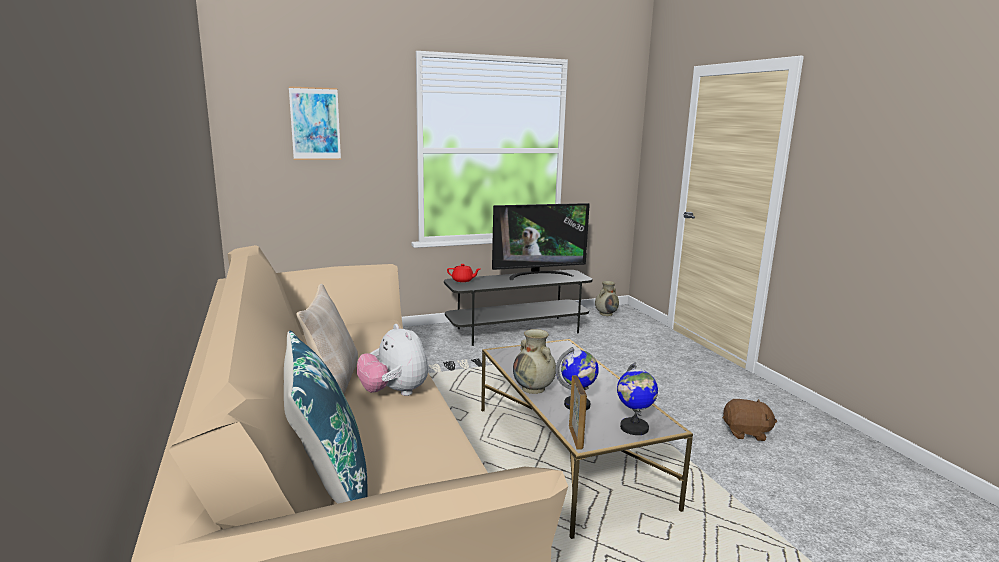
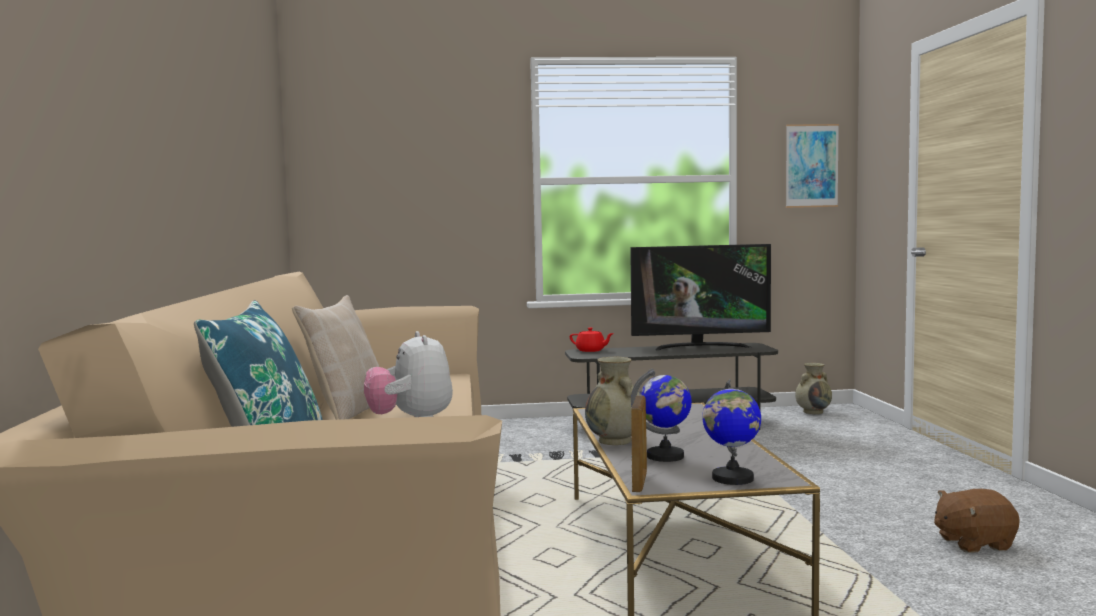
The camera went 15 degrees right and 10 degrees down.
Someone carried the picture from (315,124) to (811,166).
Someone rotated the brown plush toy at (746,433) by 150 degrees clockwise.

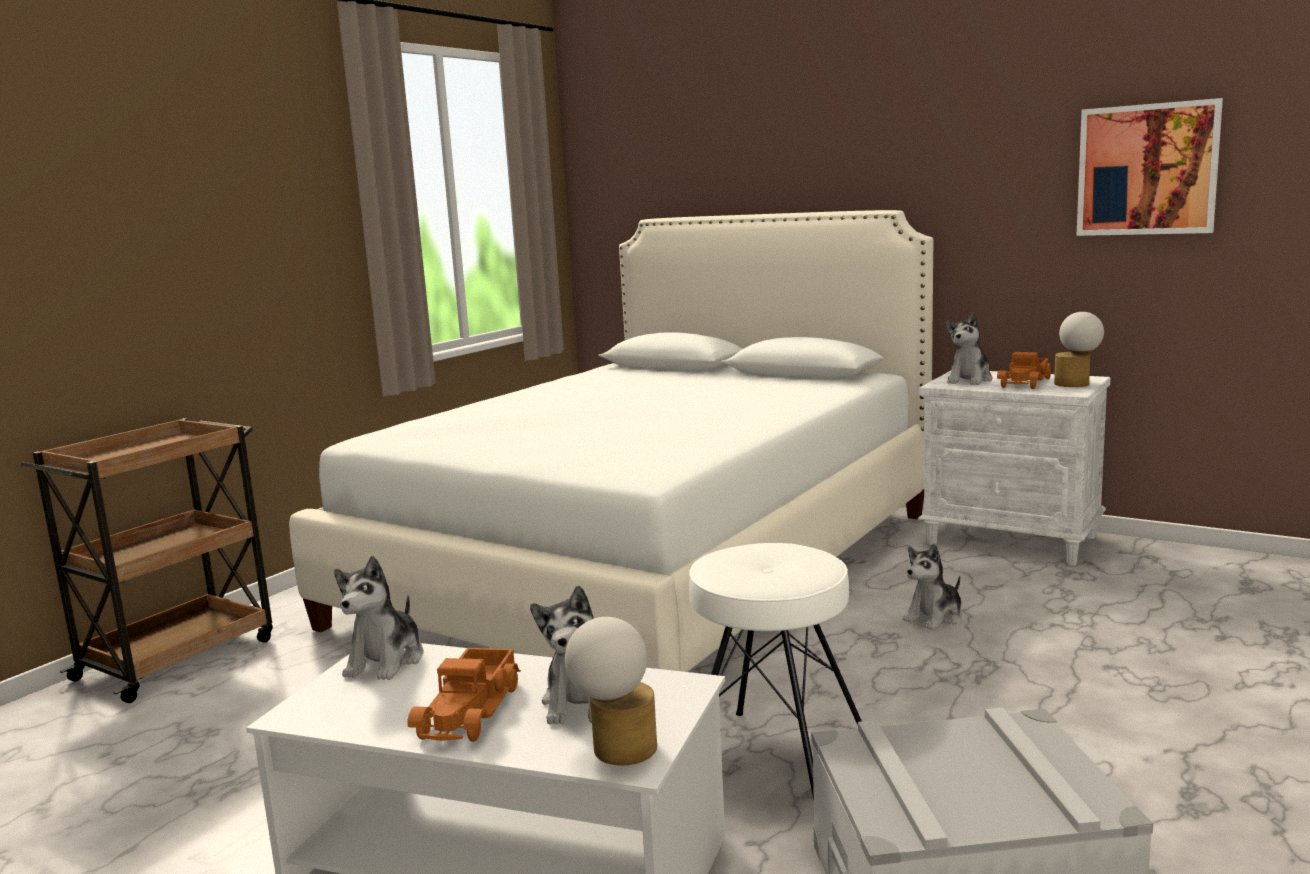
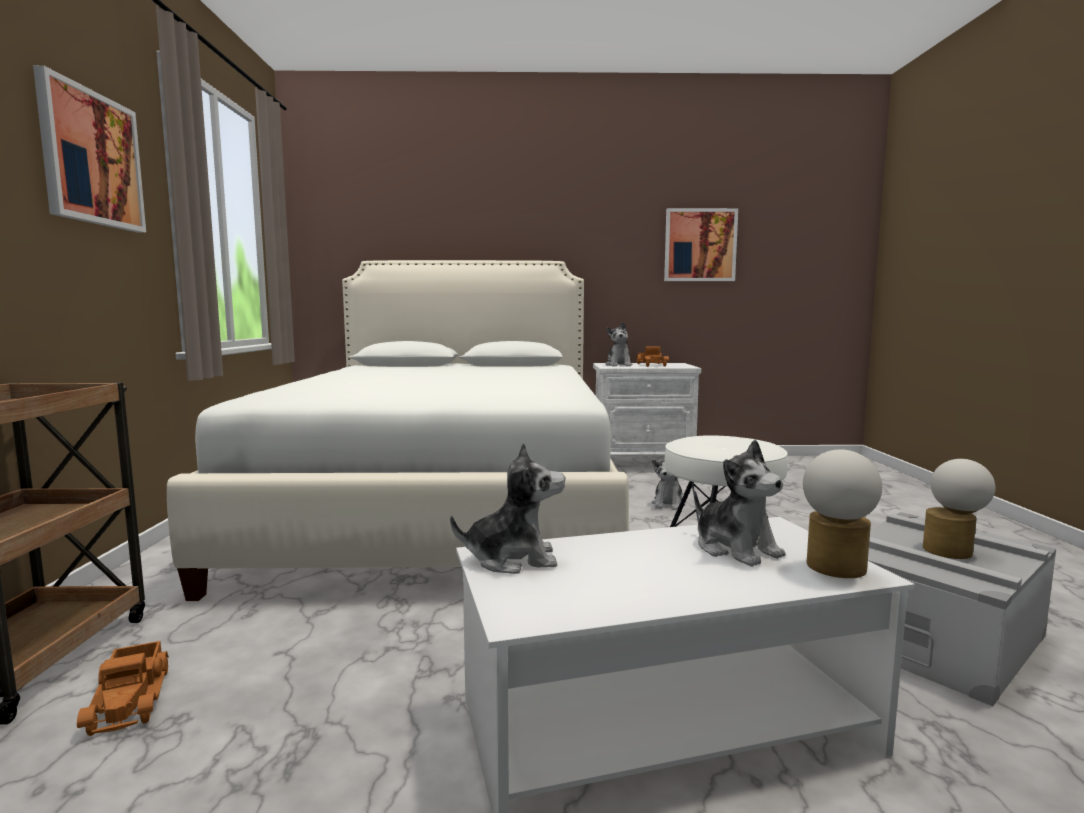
The camera went 35 degrees left and 5 degrees down.
Someone rotated the plush toy at (386,661) by 75 degrees counterclockwise.
Someone carried the toy truck from (472,710) to (131,699).
Someone carried the table lamp from (1077,384) to (953,551).
Someone put up the picture at (91,158).

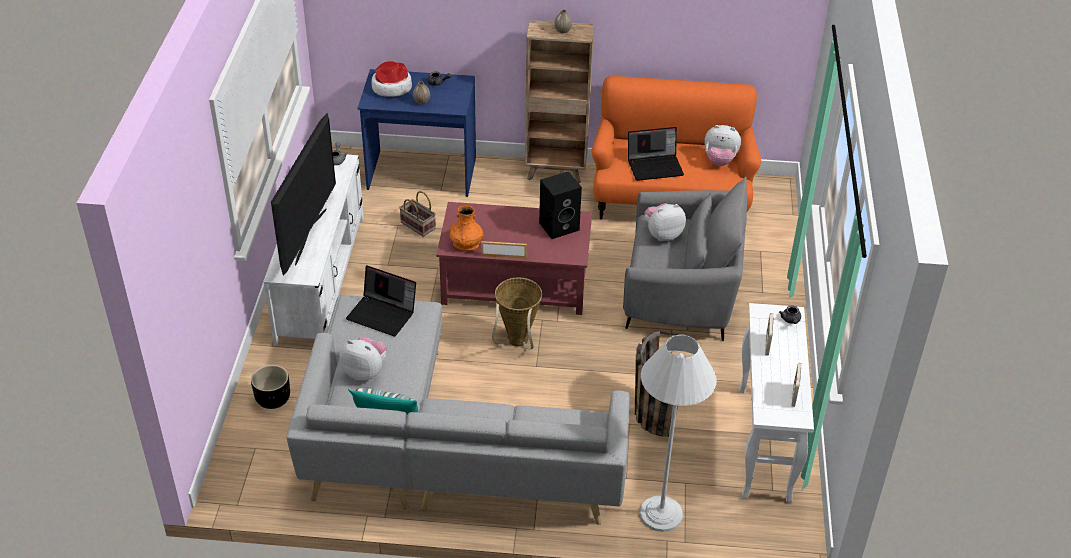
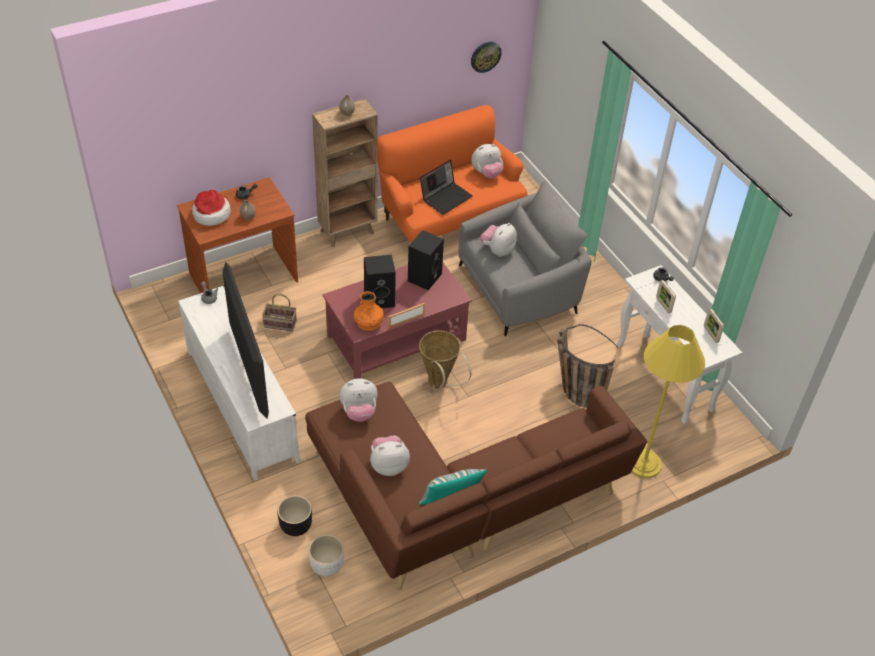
The camera went 35 degrees left and 5 degrees up.
Someone repainted the grey sofa at (435,452), which became the brown sofa at (456,501).
Someone swapped the laptop at (383,314) for the plush toy at (359,412).
Someone repainted the blue desk at (421,174), which became the brown desk at (243,278).
Someone repainted the white floor lamp at (661,514), which became the yellow floor lamp at (644,464).
Someone put down the white planter at (326,565).
Someone put down the black speaker at (380,299).
Someone put up the wall clock at (485,56).

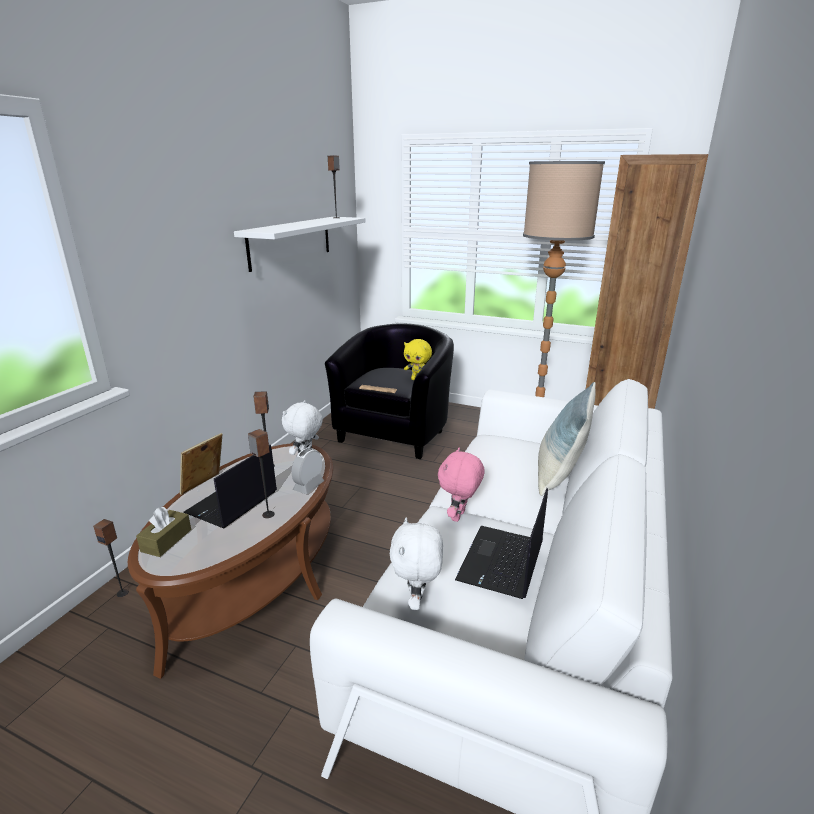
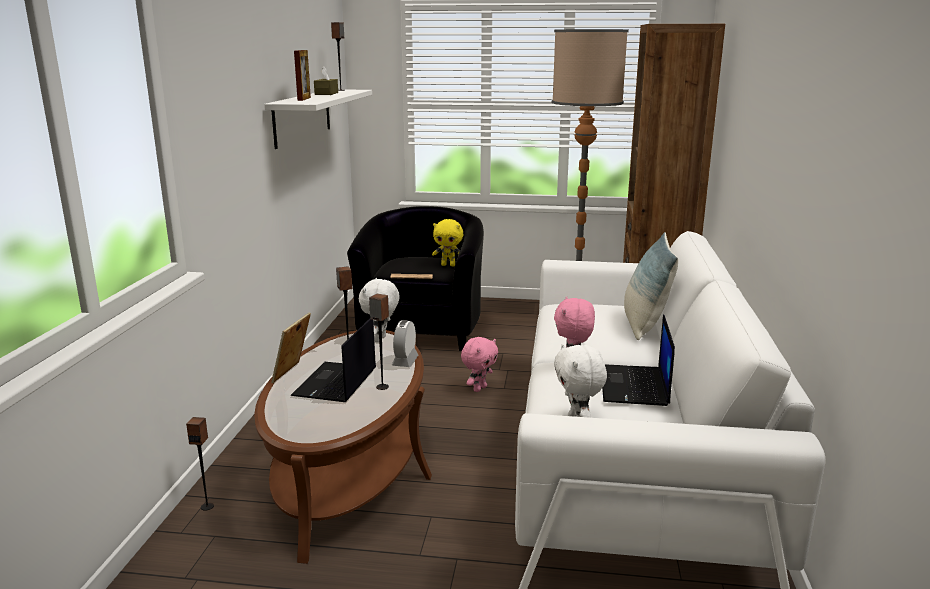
The camera went 15 degrees left and 5 degrees down.
Someone carried the brown tissue box from (166,540) to (326,93).
Someone put down the picture frame at (304,99).
Someone put down the pink plush toy at (479,388).

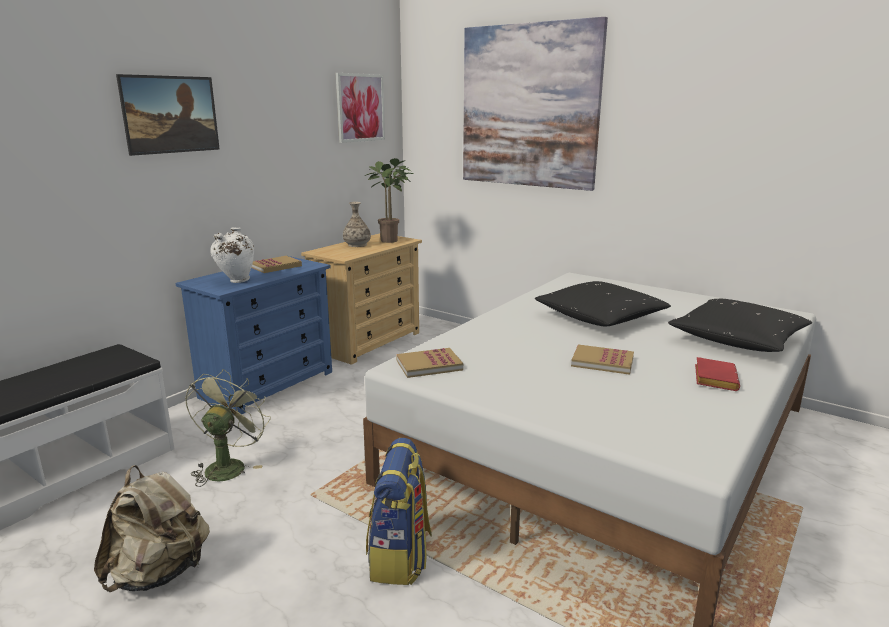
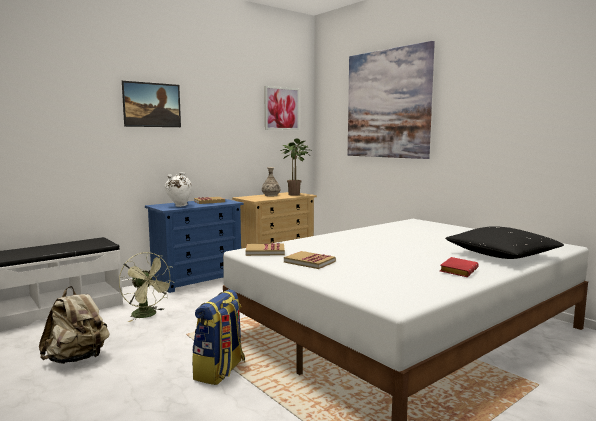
The camera went 15 degrees right and 10 degrees down.
Someone rotated the green fan at (228,465) by 105 degrees clockwise.
Someone took away the black pillow at (600,318).
Someone carried the book from (602,362) to (309,262).

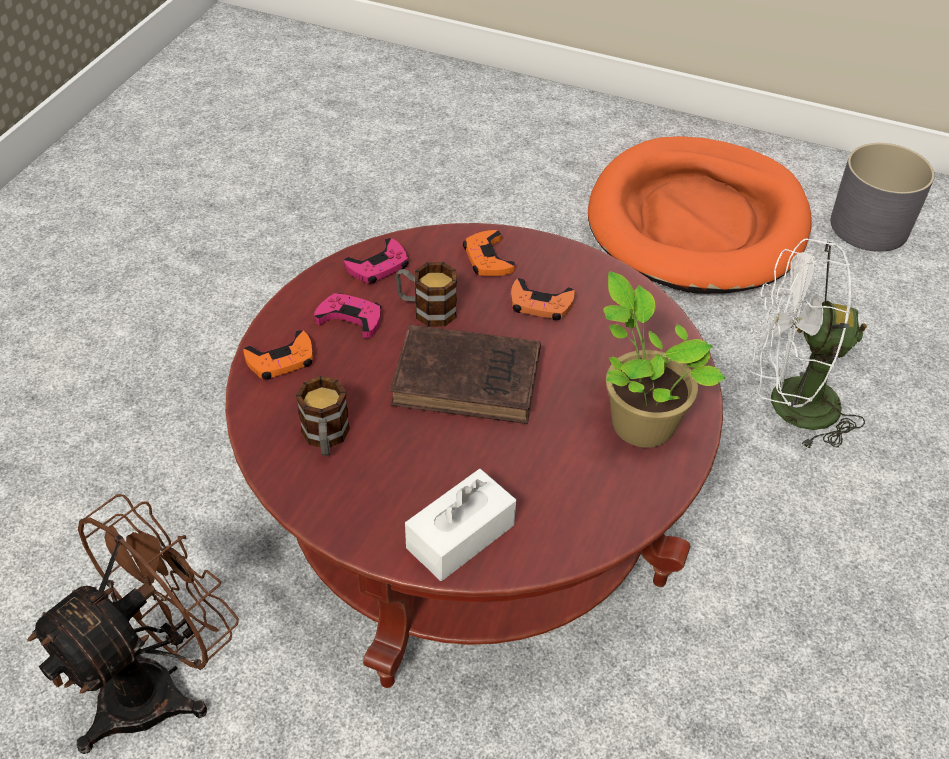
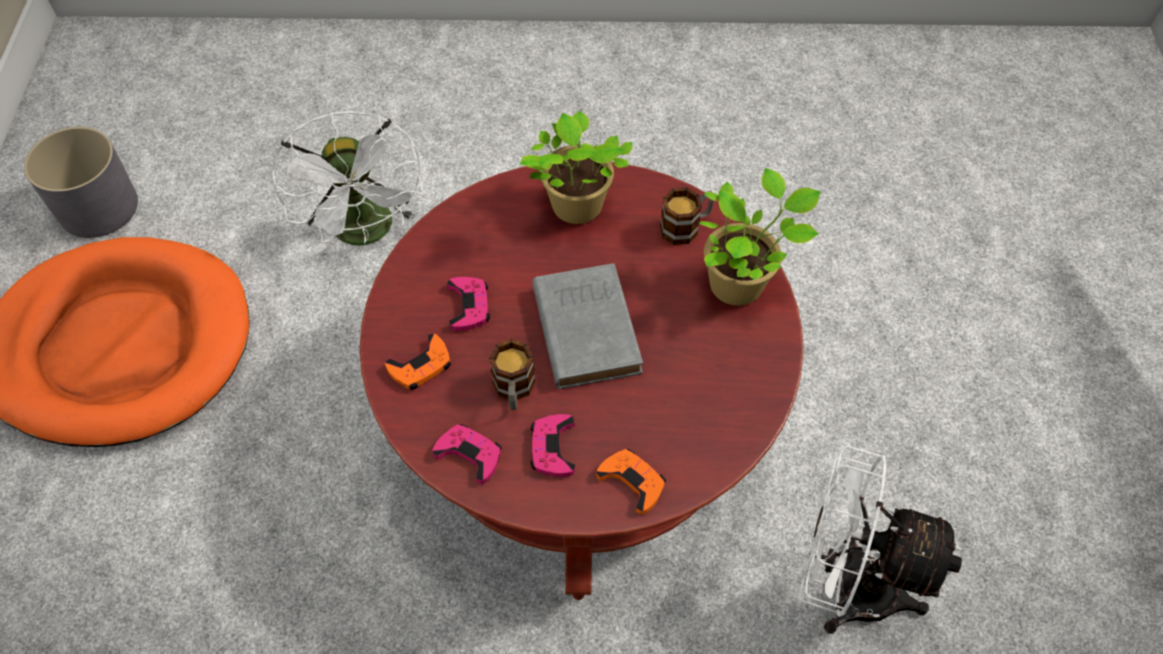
The camera went 110 degrees left and 10 degrees up.
Someone repainted the brown fan at (158,684), which became the white fan at (846,586).
Someone carried the mug from (325,438) to (686,226).
Someone repainted the brown book at (471,380), which became the grey book at (585,327).
Someone swapped the white tissue box at (460,536) for the potted plant at (740,283).
Someone repainted the orange game controller at (540,304), which became the pink game controller at (469,306).

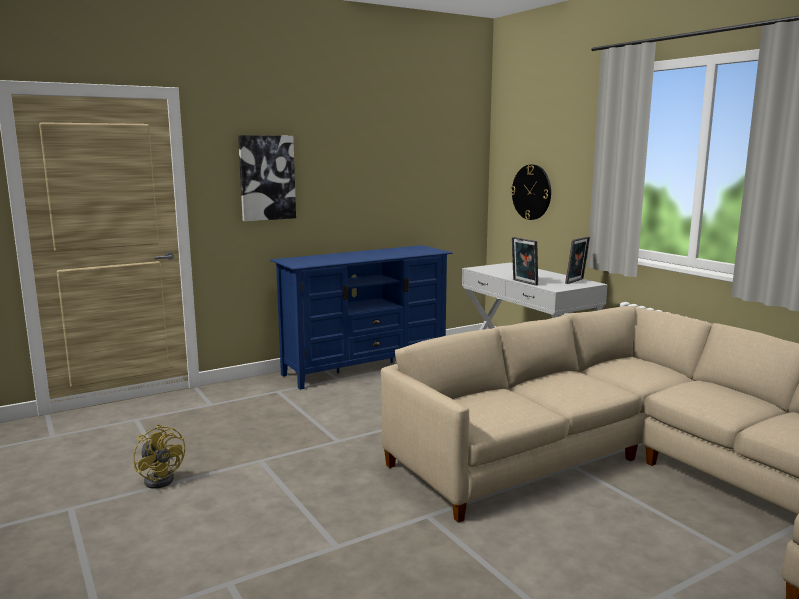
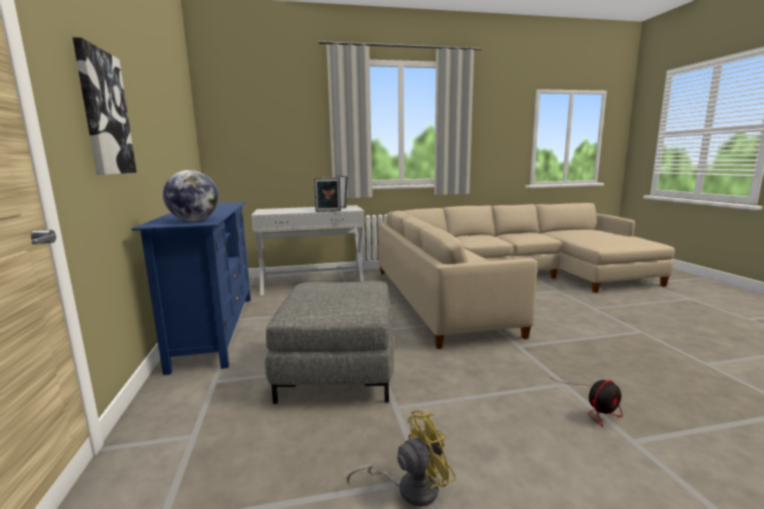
The camera went 70 degrees left and 0 degrees up.
Someone took away the wall clock at (531,192).
Someone put down the globe at (194,220).
Someone put down the grey ottoman at (339,368).
Someone put down the fan at (597,407).

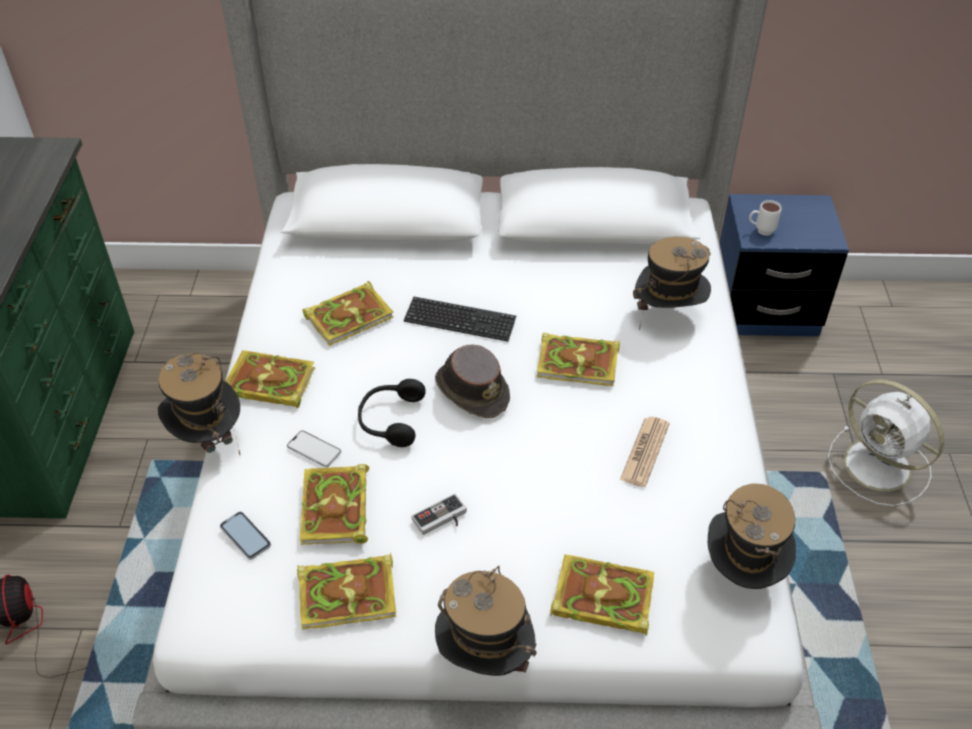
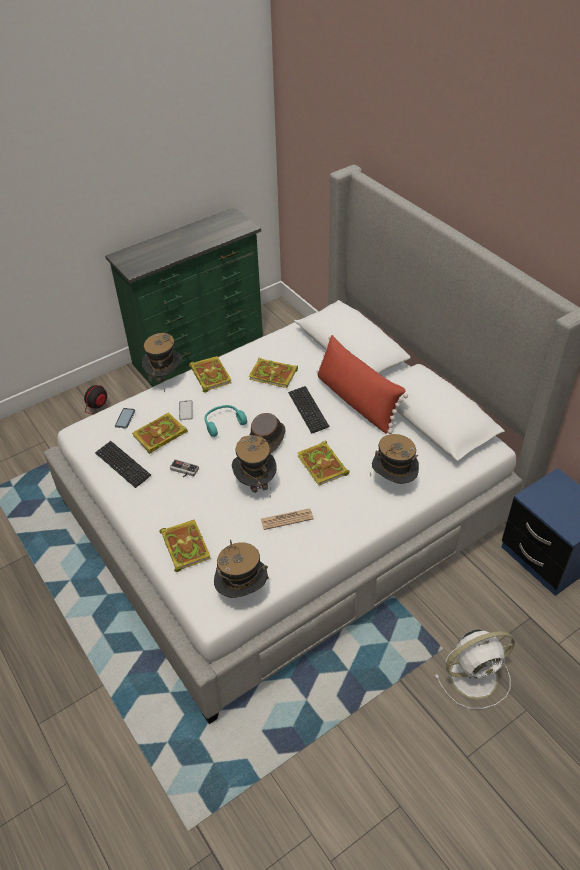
The camera went 55 degrees right and 0 degrees up.
Someone swapped the book at (350,593) for the keyboard at (123,465).
Someone repainted the black headphones at (390,419), which became the turquoise headphones at (223,423).
Someone carried the hat from (485,659) to (255,484).
Someone took away the white mug at (760,231).
Someone rotated the white fan at (880,467) by 120 degrees counterclockwise.
Someone put down the red pillow at (356,401).

